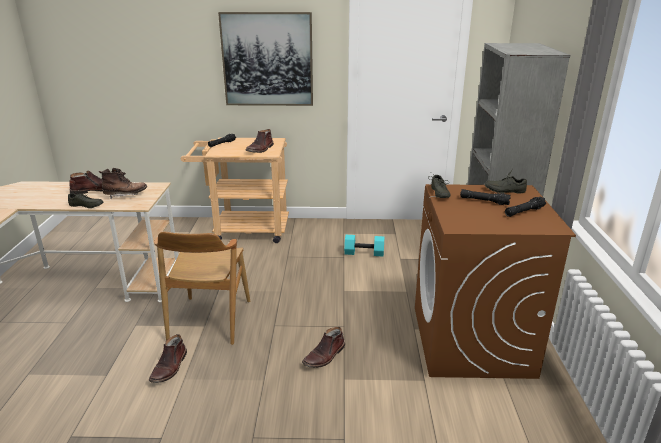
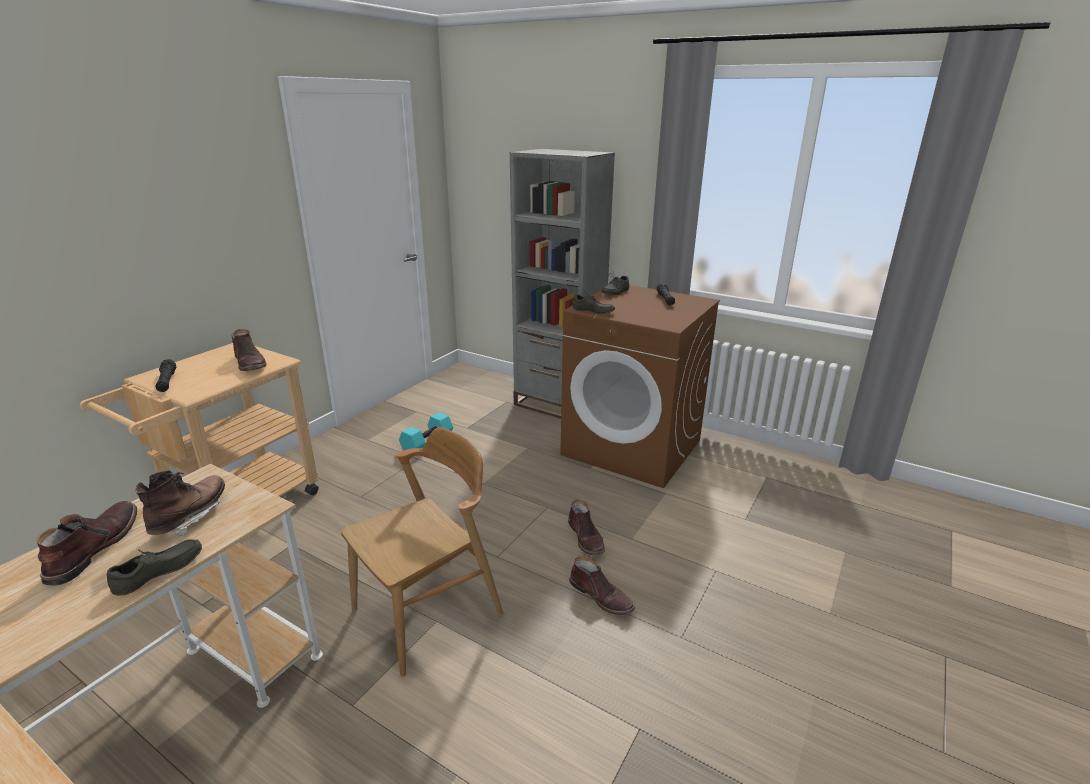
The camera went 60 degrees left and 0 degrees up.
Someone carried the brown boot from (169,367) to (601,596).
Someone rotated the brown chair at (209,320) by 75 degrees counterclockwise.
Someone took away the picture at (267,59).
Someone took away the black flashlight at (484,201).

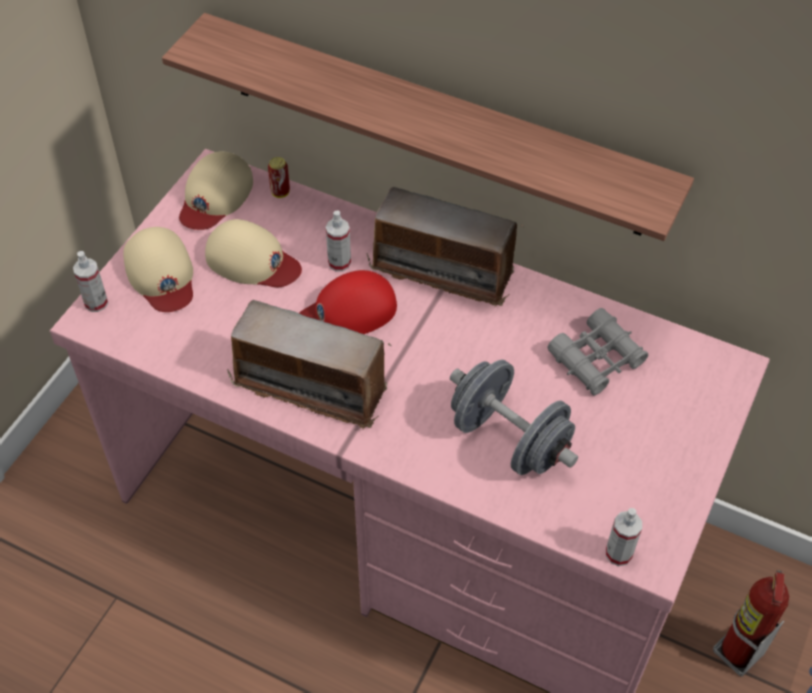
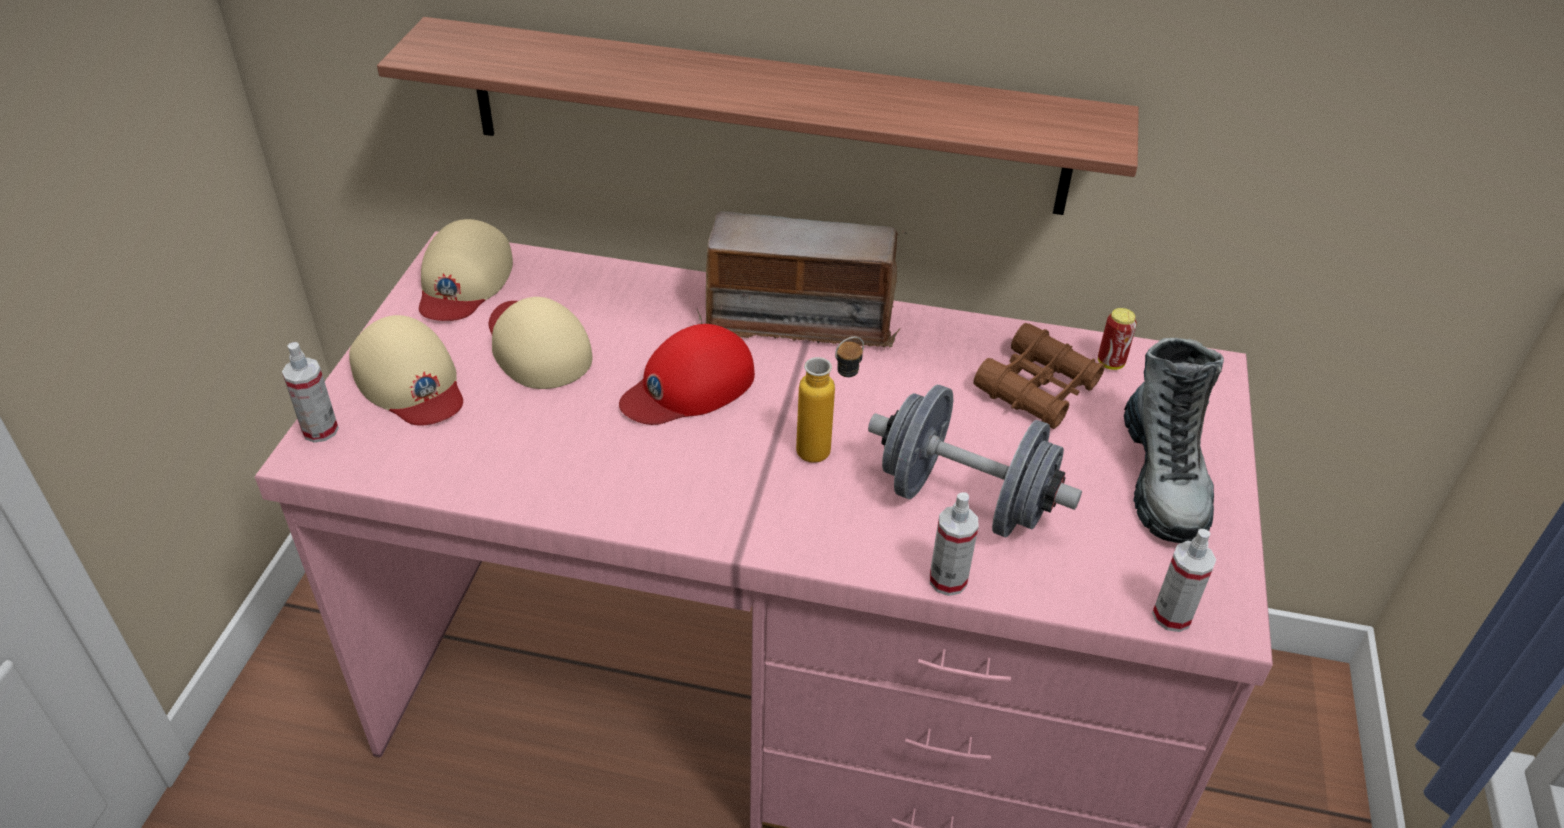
The camera went 15 degrees left and 10 degrees down.
Someone rotated the beige cap at (252,261) by 135 degrees counterclockwise.
Someone took away the radio at (312,386).
Someone carried the can from (280,192) to (1110,363).
Someone carried the spray bottle from (339,263) to (948,580).
Someone repainted the grey binoculars at (596,359), which became the brown binoculars at (1037,388).
Someone took away the fire extinguisher at (736,653).
Someone put down the bottle at (826,448).
Someone put down the boot at (1163,477).

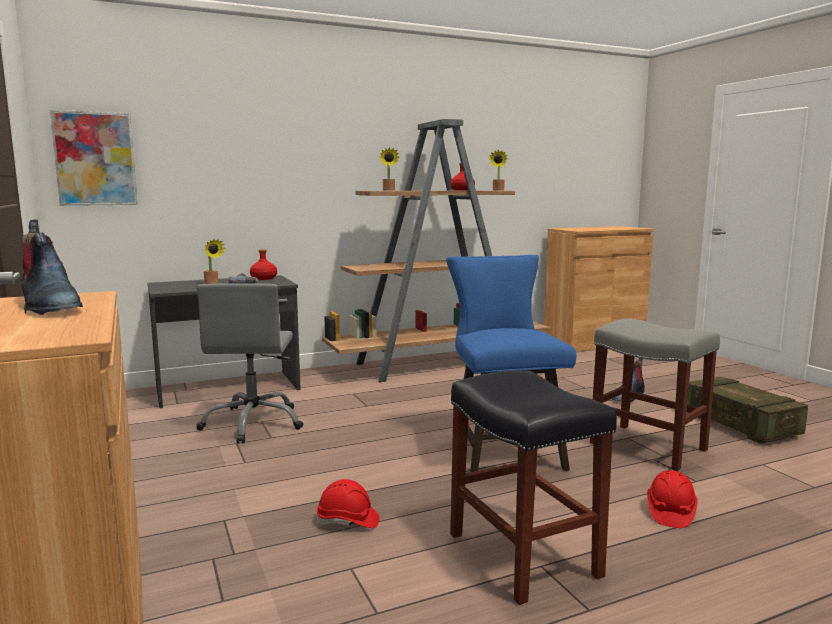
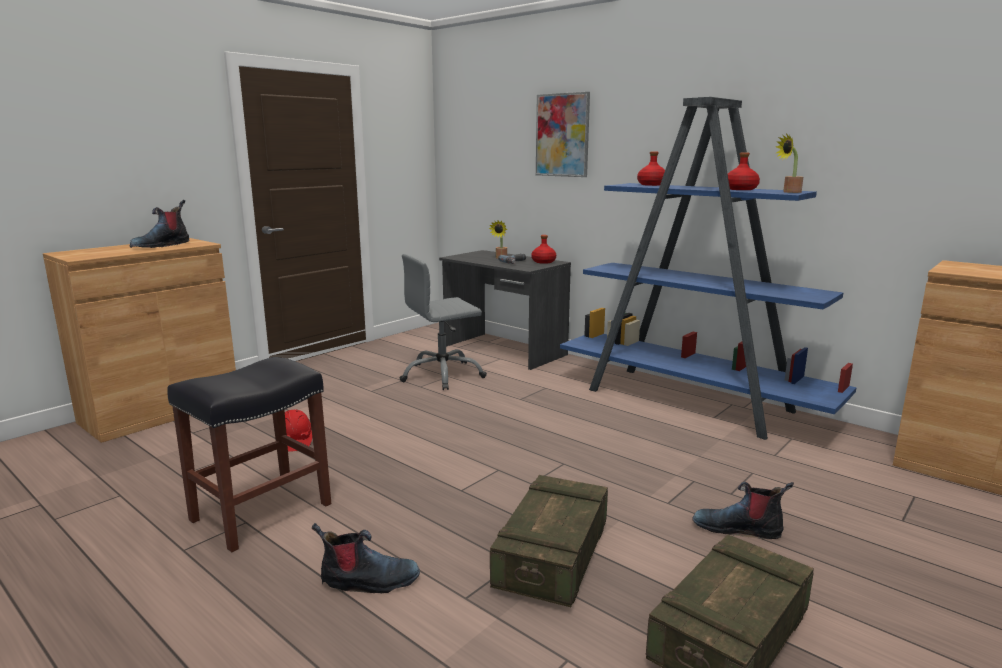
The camera went 65 degrees right and 5 degrees up.
Someone carried the picture from (95,159) to (562,135).
Someone repainted the brown bookcase at (440,363), which became the blue bookcase at (691,401).
Someone swapped the potted plant at (389,190) for the red bottle at (652,185).
Someone took away the blue stool at (503,452).
Someone swapped the grey stool at (649,446) for the crate at (552,558).
Someone swapped the red hard hat at (670,512) for the boot at (368,582).

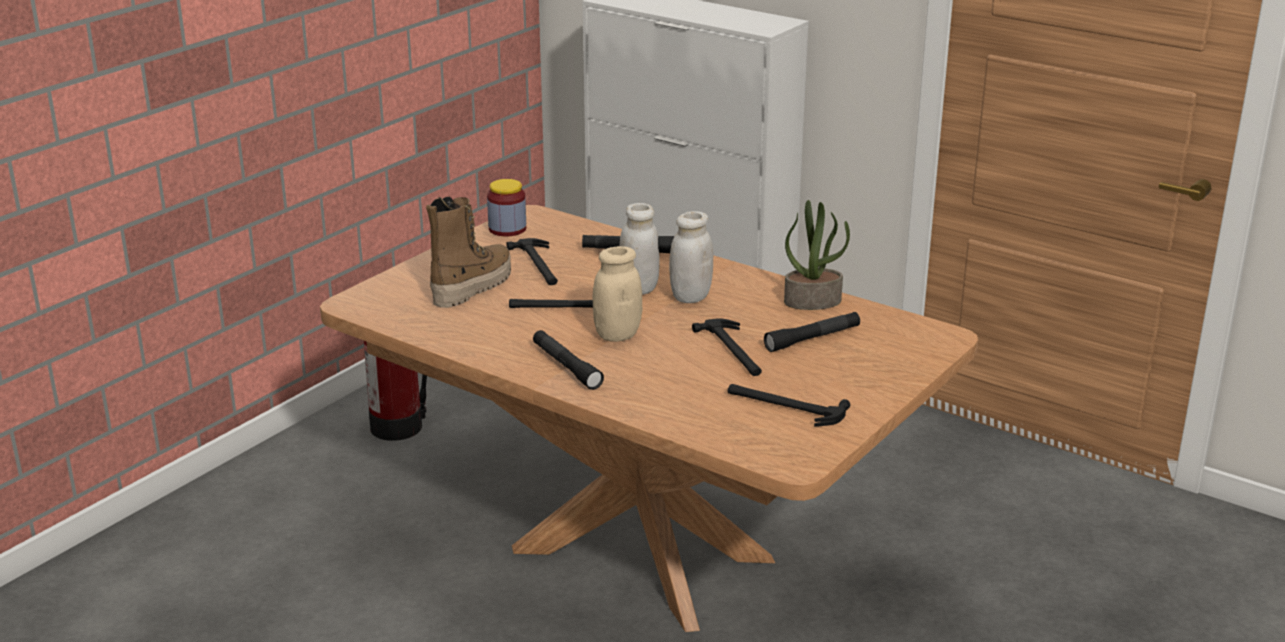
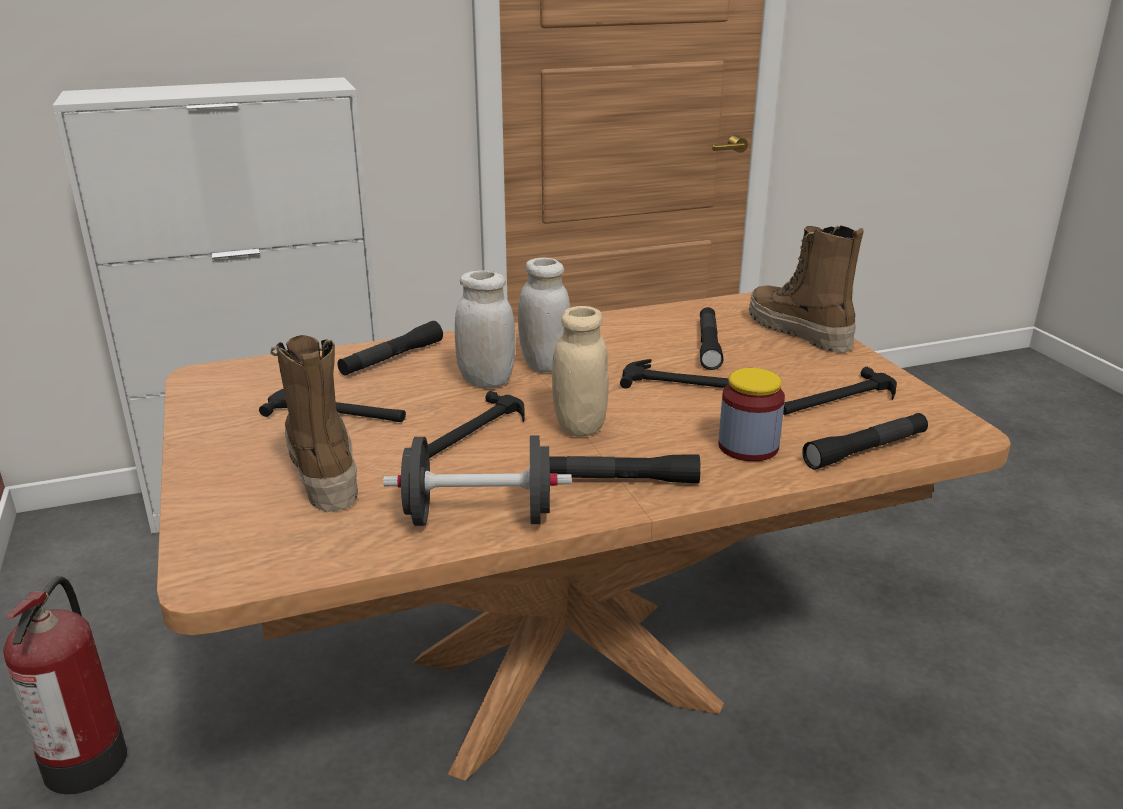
The camera went 55 degrees left and 0 degrees up.
Someone carried the jar from (507,229) to (748,447).
Someone took away the potted plant at (813,301).
Someone put down the black dumbbell at (479,517).
Someone put down the boot at (798,332).
Someone put down the black flashlight at (865,450).

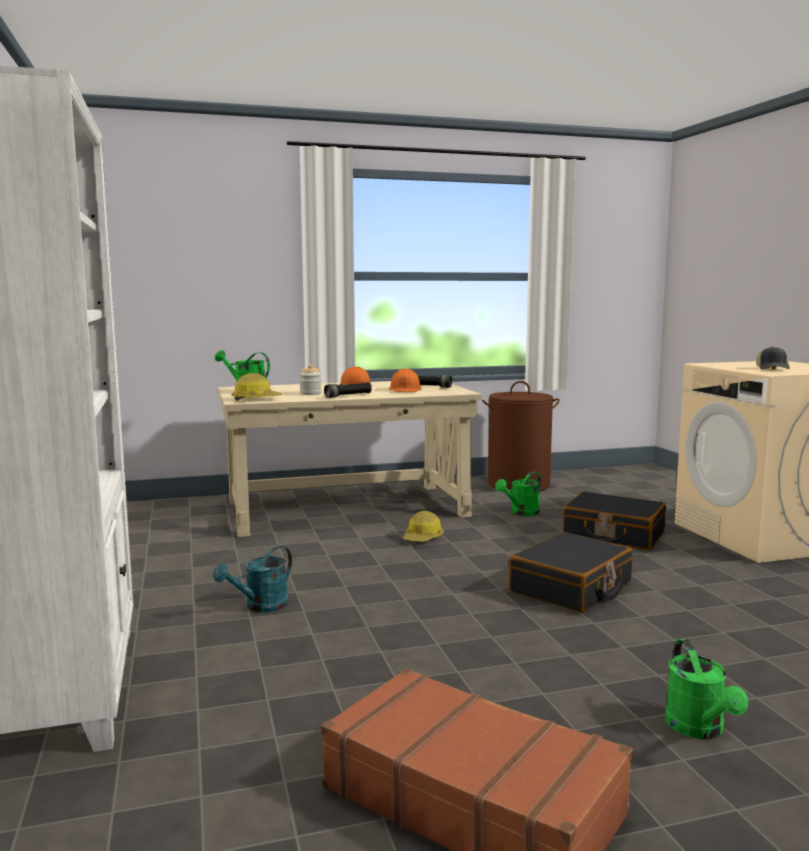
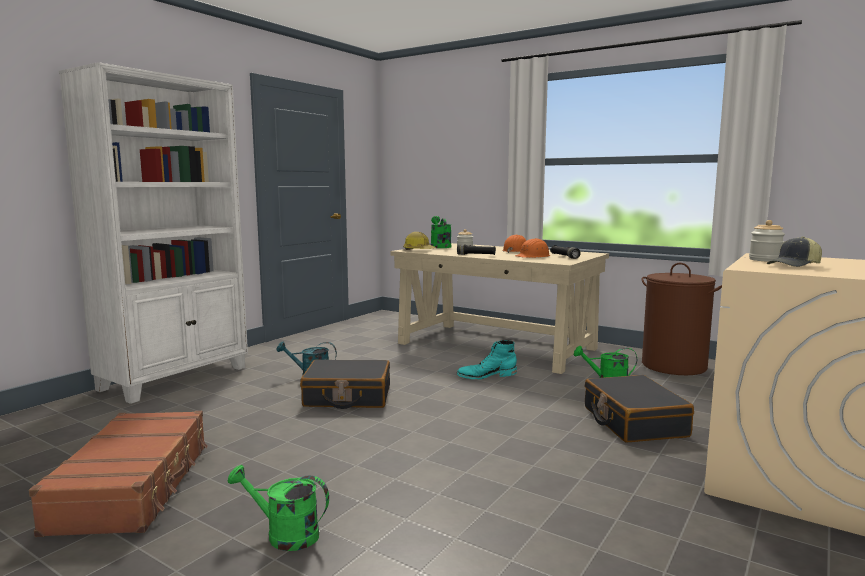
The camera went 50 degrees right and 0 degrees up.
Someone swapped the hard hat at (423,538) for the turquoise boot at (486,375).
Someone carried the black suitcase from (571,588) to (347,397).
Someone rotated the green watering can at (699,729) by 60 degrees clockwise.
Someone put down the jar at (765,260).

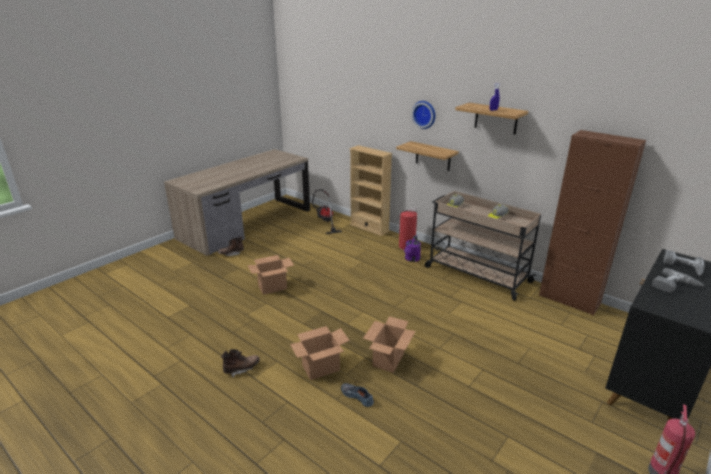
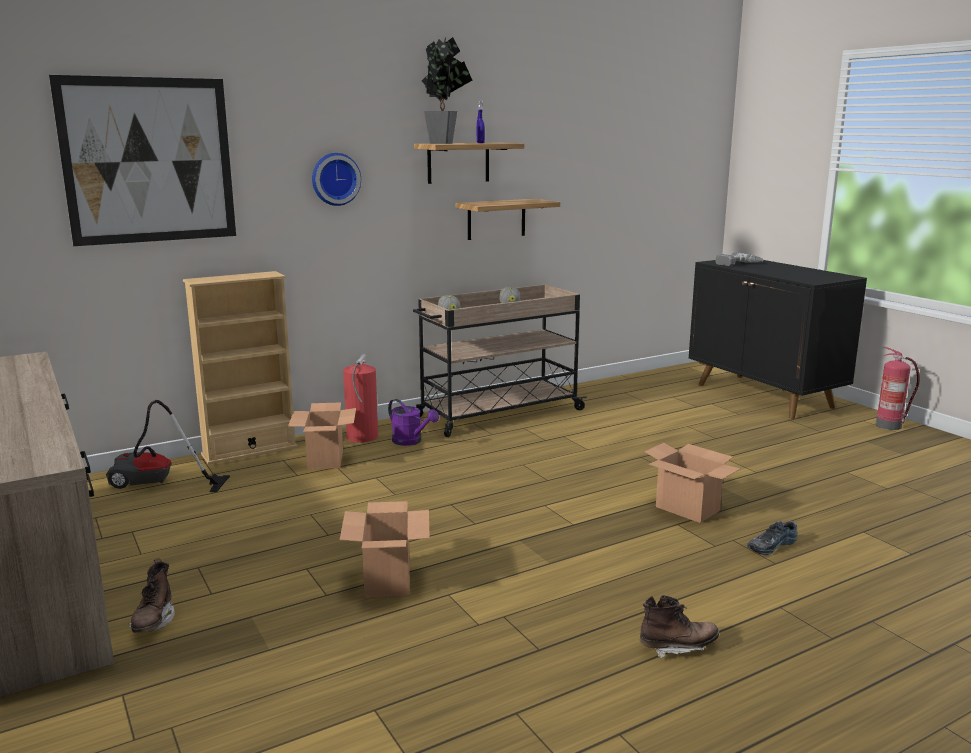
The camera went 70 degrees left and 10 degrees down.
Someone rotated the brown boot at (242,369) by 90 degrees clockwise.
Someone carried the cardboard box from (320,368) to (325,460).
Someone carried the shelf from (433,156) to (496,219).
Someone took away the brown cabinet at (569,300).
Someone took away the power drill at (675,286).
Someone put up the picture at (149,161).
Someone put down the potted plant at (444,143).

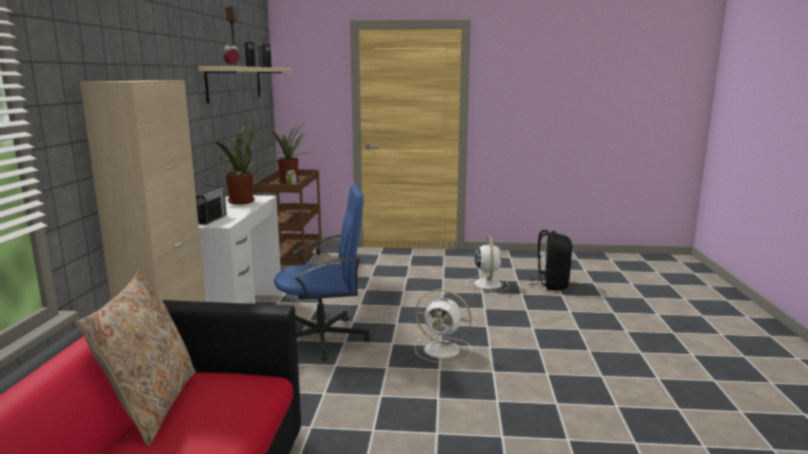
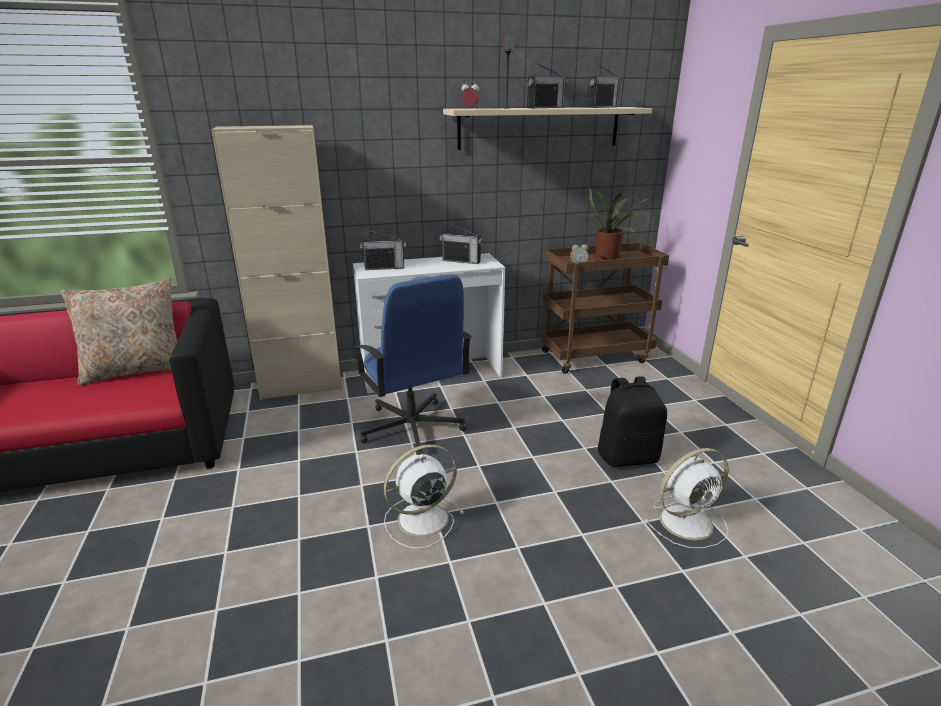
The camera went 70 degrees right and 10 degrees up.
Someone swapped the potted plant at (238,201) for the radio at (461,261).
Someone rotated the white fan at (444,350) by 60 degrees clockwise.
Someone carried the black backpack from (551,284) to (627,456).

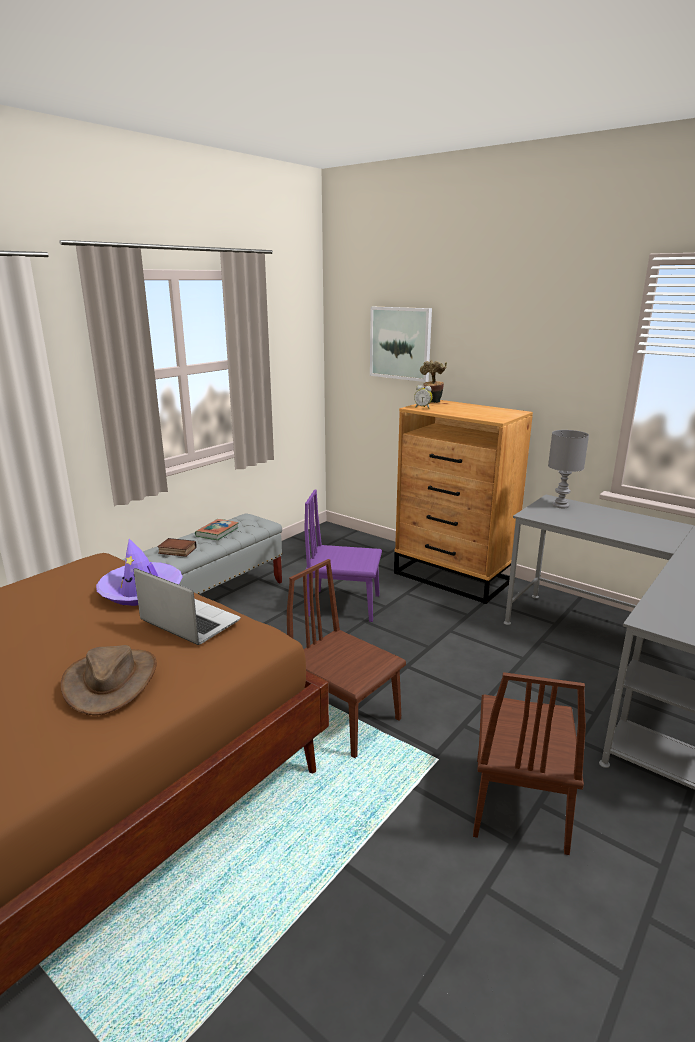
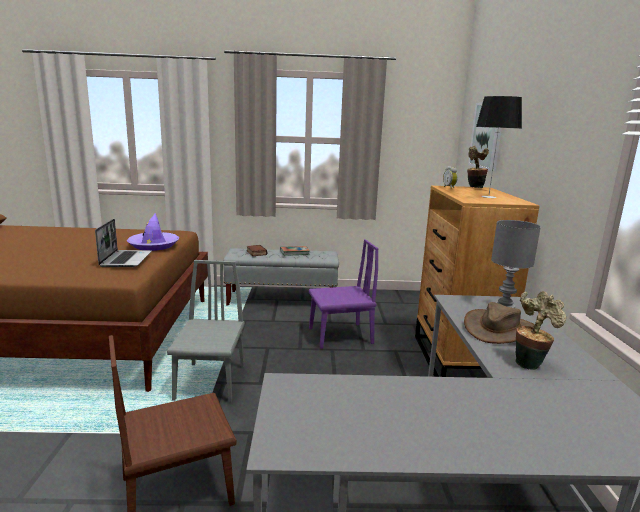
The camera went 50 degrees right and 5 degrees down.
Someone carried the brown hat from (110,680) to (498,329).
Someone repainted the brown chair at (344,718), which became the grey chair at (210,382).
Someone rotated the purple chair at (343,605) by 105 degrees clockwise.
Someone put down the table lamp at (489,197).
Someone put down the potted plant at (530,363).

